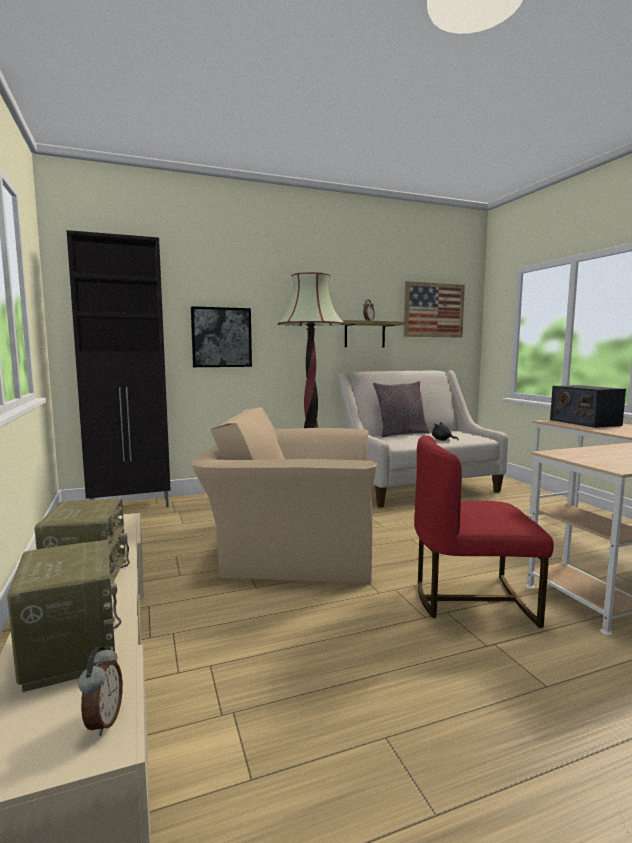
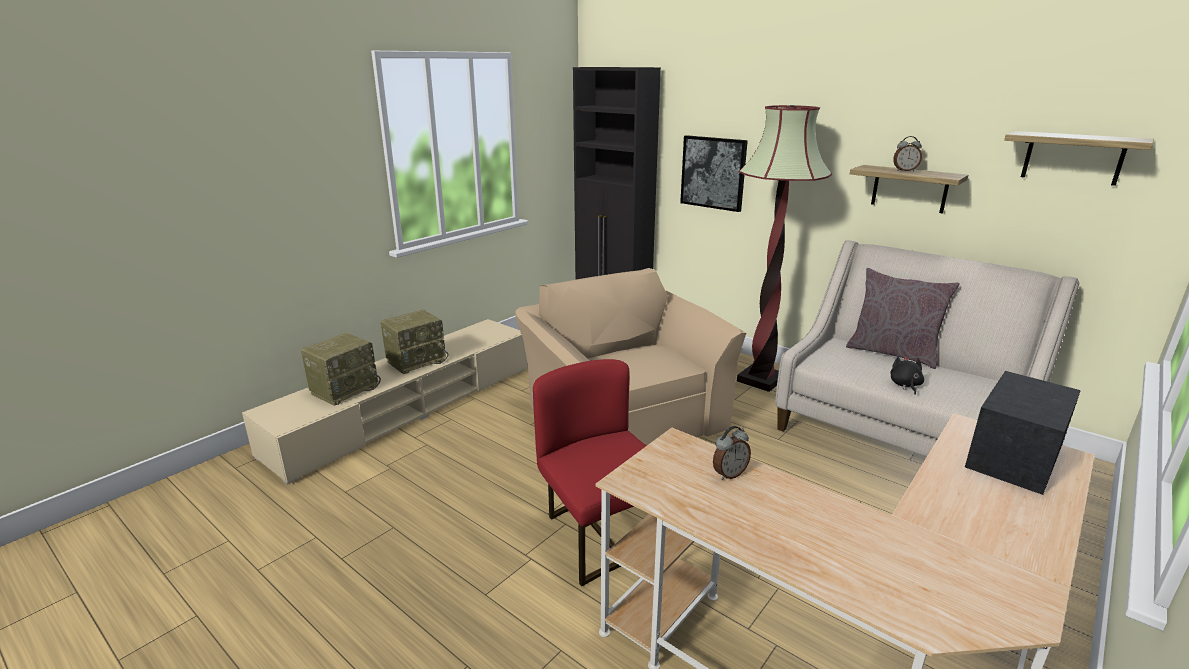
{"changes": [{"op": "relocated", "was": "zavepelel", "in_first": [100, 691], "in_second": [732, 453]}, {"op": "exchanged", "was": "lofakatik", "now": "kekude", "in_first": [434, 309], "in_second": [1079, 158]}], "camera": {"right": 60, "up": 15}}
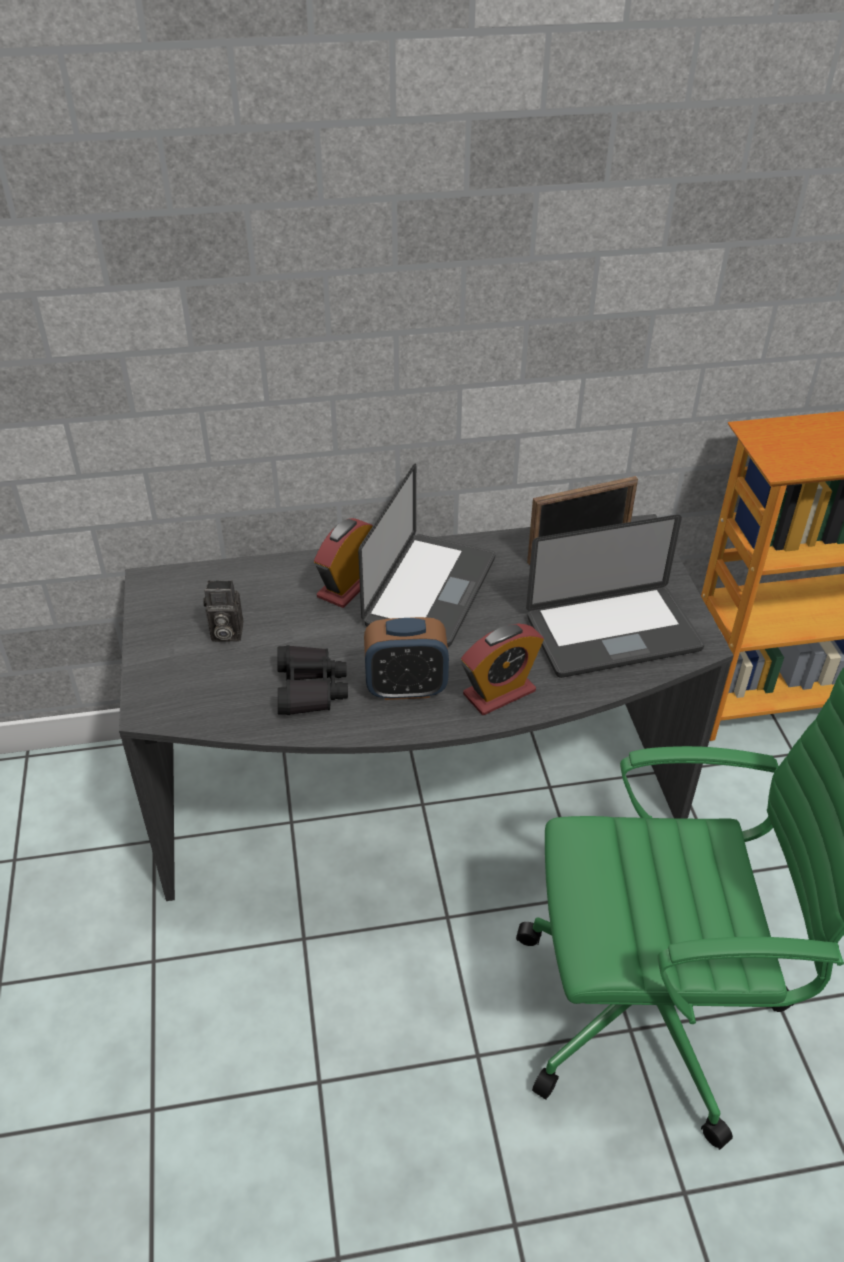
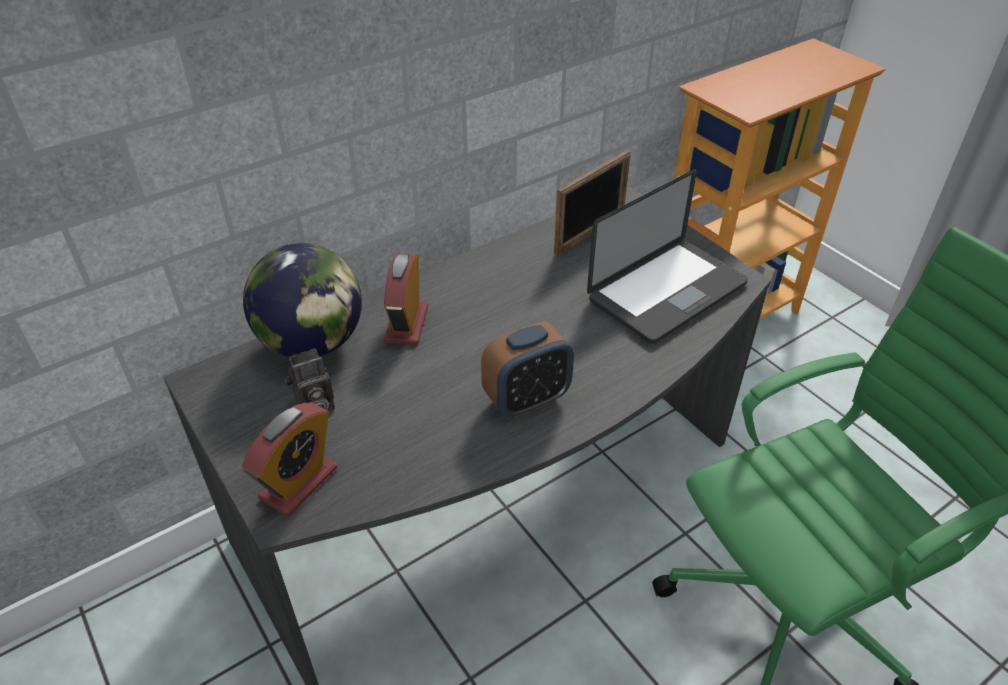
{"changes": [{"op": "missing", "was": "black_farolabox", "in_first": [312, 680]}, {"op": "missing", "was": "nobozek", "in_first": [426, 555]}, {"op": "appeared", "now": "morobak", "in_second": [302, 300]}, {"op": "relocated", "was": "zavepelel", "in_first": [502, 669], "in_second": [289, 459]}], "camera": {"right": -25, "up": 0}}
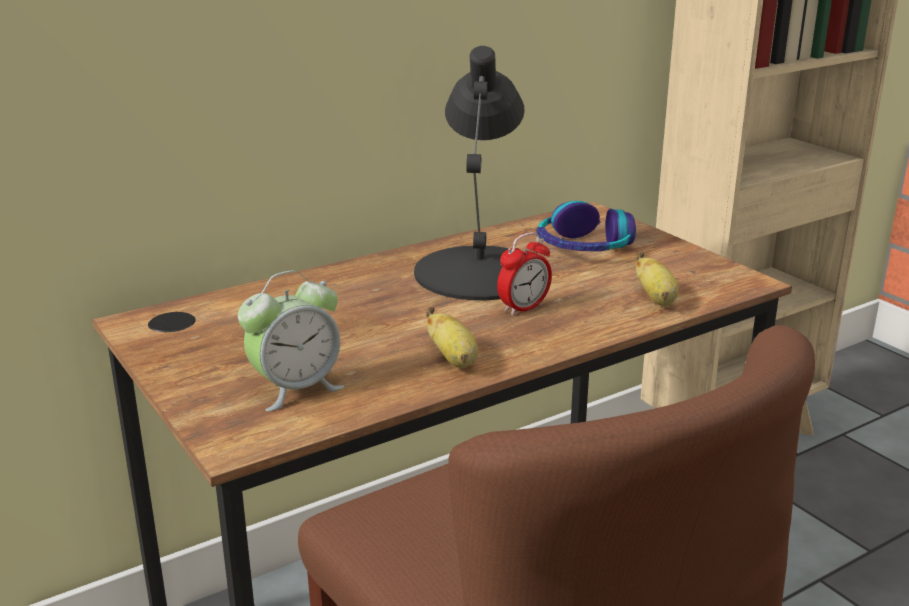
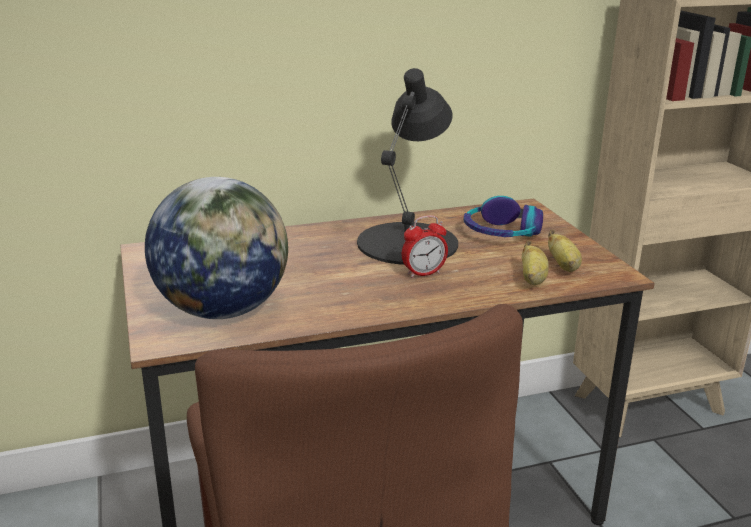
{"changes": [{"op": "relocated", "was": "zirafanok", "in_first": [452, 337], "in_second": [565, 251]}, {"op": "exchanged", "was": "zavepelel", "now": "morobak", "in_first": [291, 340], "in_second": [216, 248]}], "camera": {"right": 15, "up": 0}}
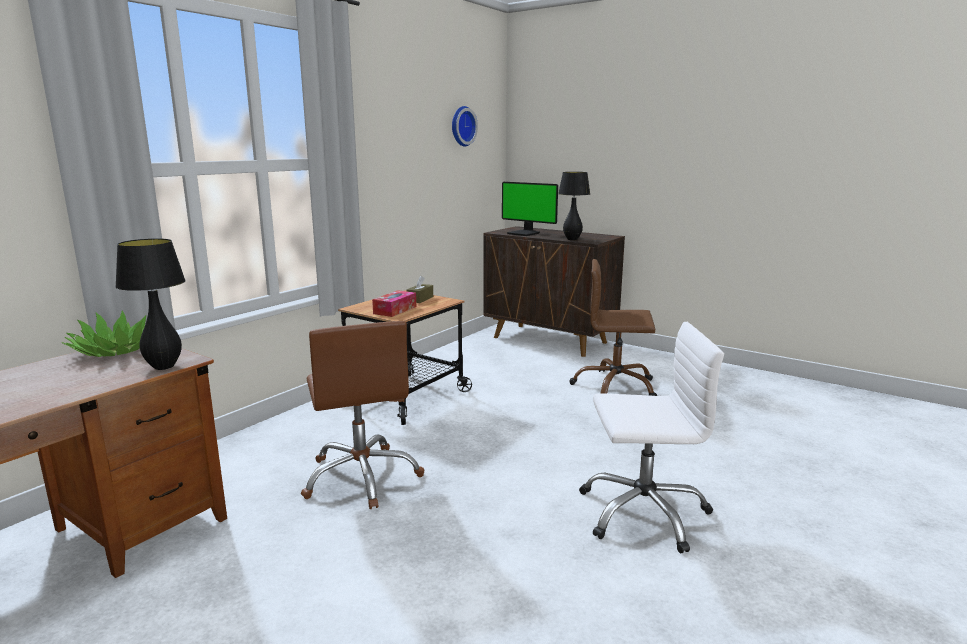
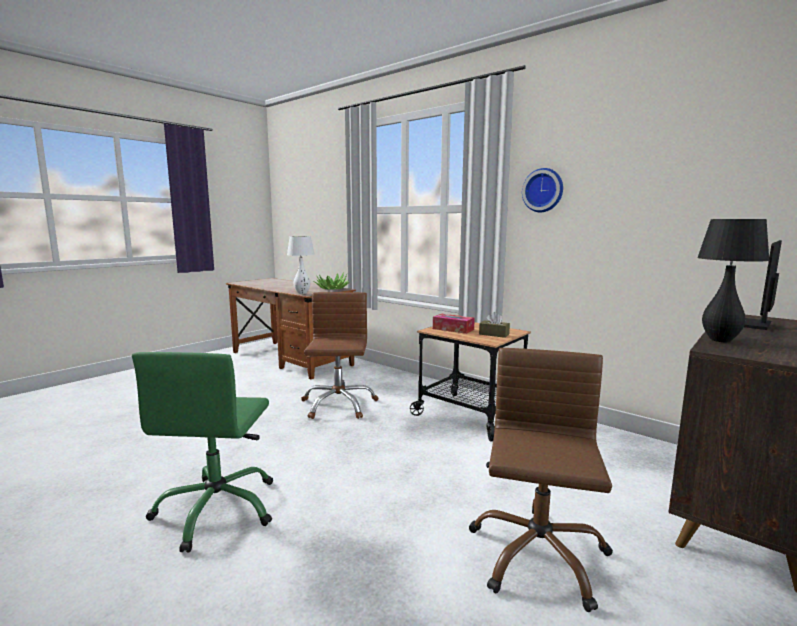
{"changes": [{"op": "relocated", "was": "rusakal", "in_first": [465, 126], "in_second": [542, 190]}, {"op": "colour", "was": "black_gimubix", "now": "white_gimubix", "in_first": [150, 304], "in_second": [301, 265]}, {"op": "colour", "was": "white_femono", "now": "green_femono", "in_first": [651, 437], "in_second": [202, 452]}, {"op": "spun", "was": "brown_femono", "in_first": [362, 415], "in_second": [339, 355], "clockwise": 105}], "camera": {"right": 95, "up": -5}}
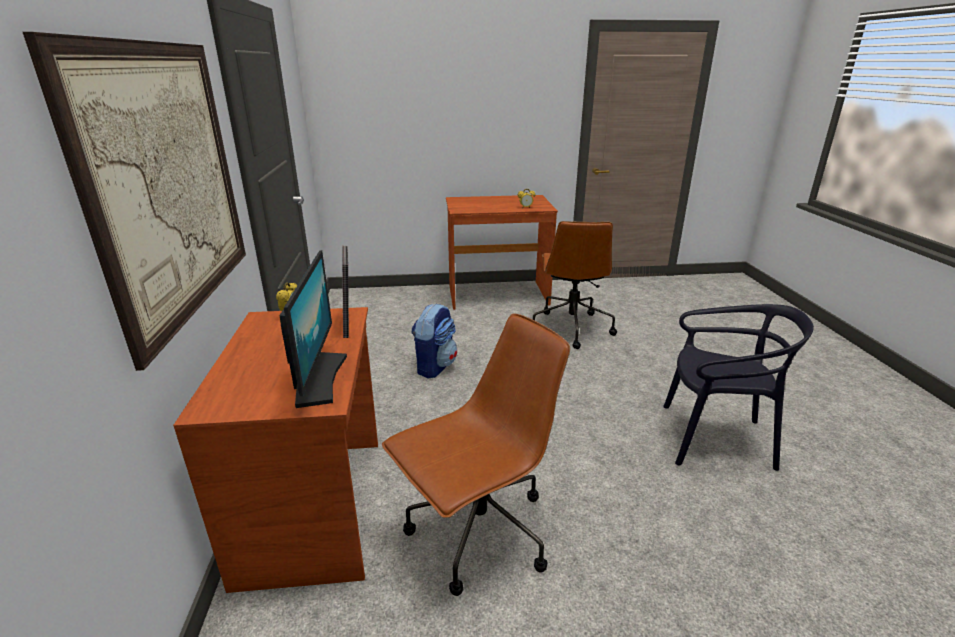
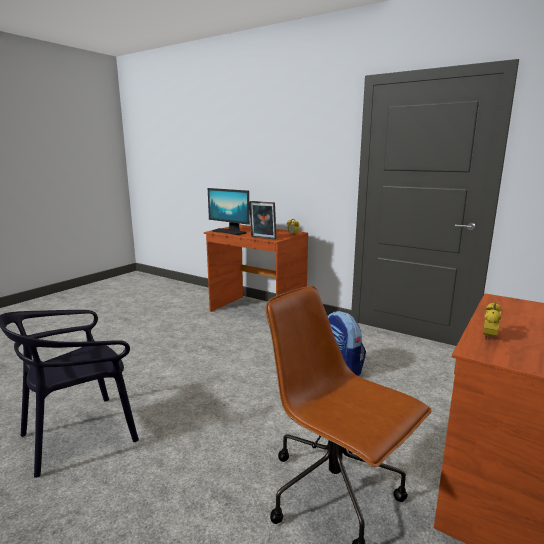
{"changes": [{"op": "missing", "was": "lofakatik", "in_first": [134, 201]}, {"op": "missing", "was": "brown_femono", "in_first": [476, 454]}], "camera": {"right": 130, "up": -10}}
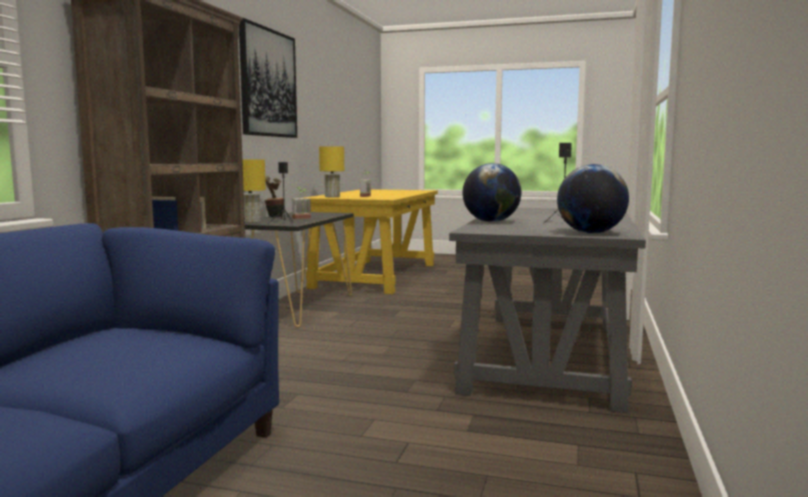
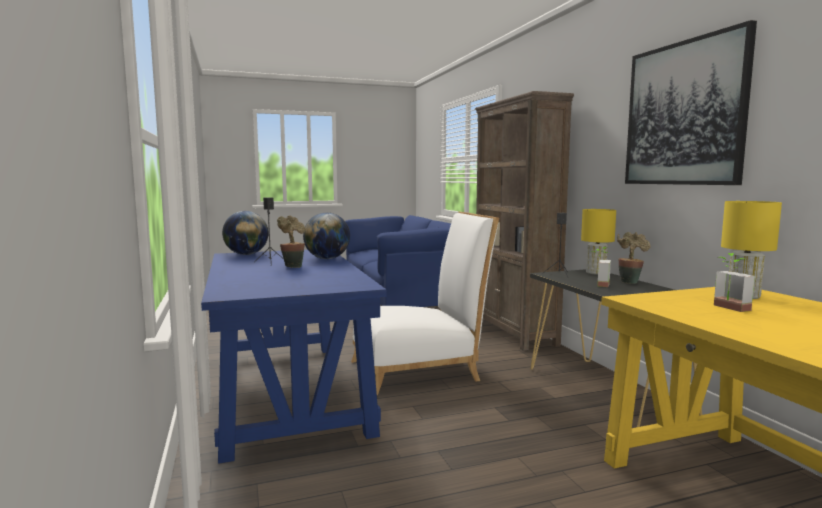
{"changes": [{"op": "appeared", "now": "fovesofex", "in_second": [291, 241]}, {"op": "appeared", "now": "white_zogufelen", "in_second": [425, 303]}, {"op": "colour", "was": "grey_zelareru", "now": "blue_zelareru", "in_first": [547, 310], "in_second": [294, 357]}], "camera": {"right": 145, "up": 0}}
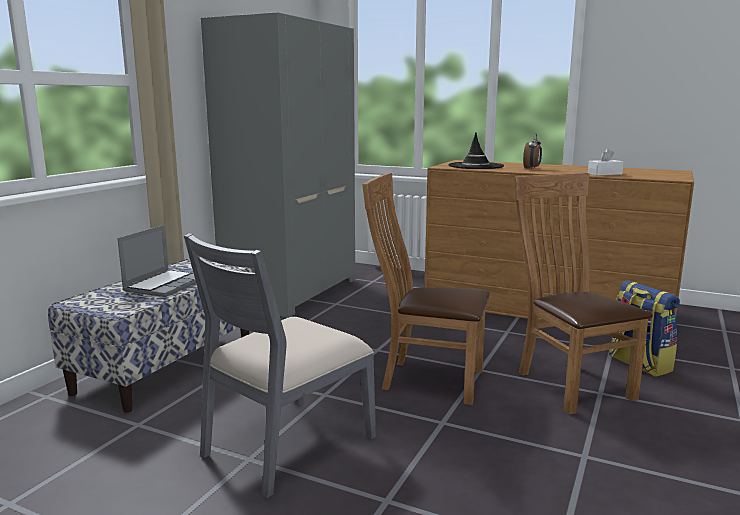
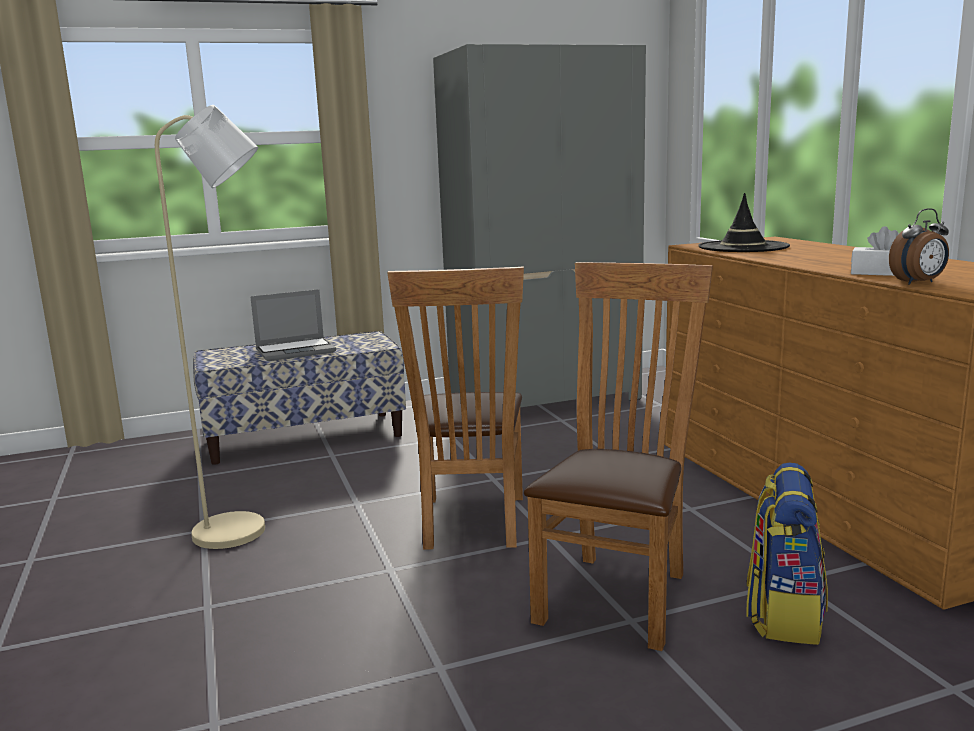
{"changes": [{"op": "relocated", "was": "zavepelel", "in_first": [532, 151], "in_second": [919, 246]}, {"op": "exchanged", "was": "grey_zogufelen", "now": "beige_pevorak", "in_first": [280, 365], "in_second": [210, 327]}, {"op": "spun", "was": "brown_zogufelen", "in_first": [426, 289], "in_second": [455, 408], "clockwise": -150}], "camera": {"right": 45, "up": 0}}
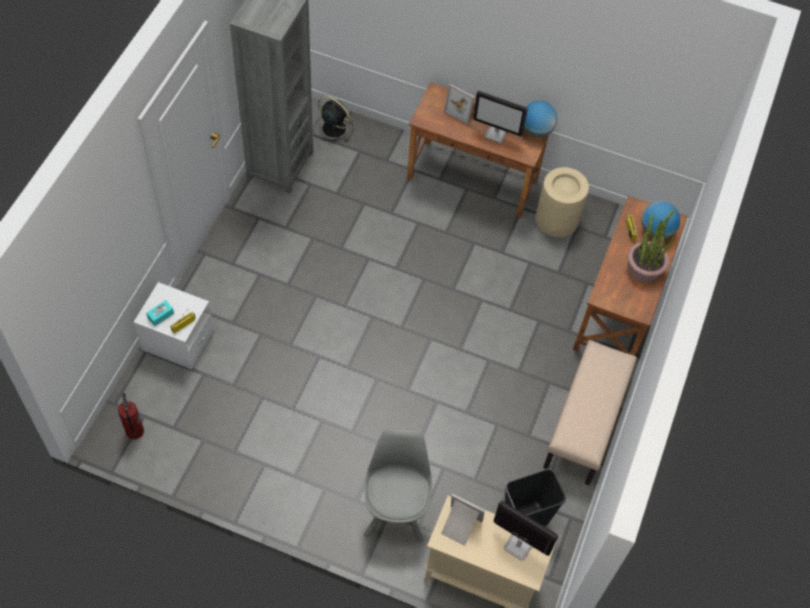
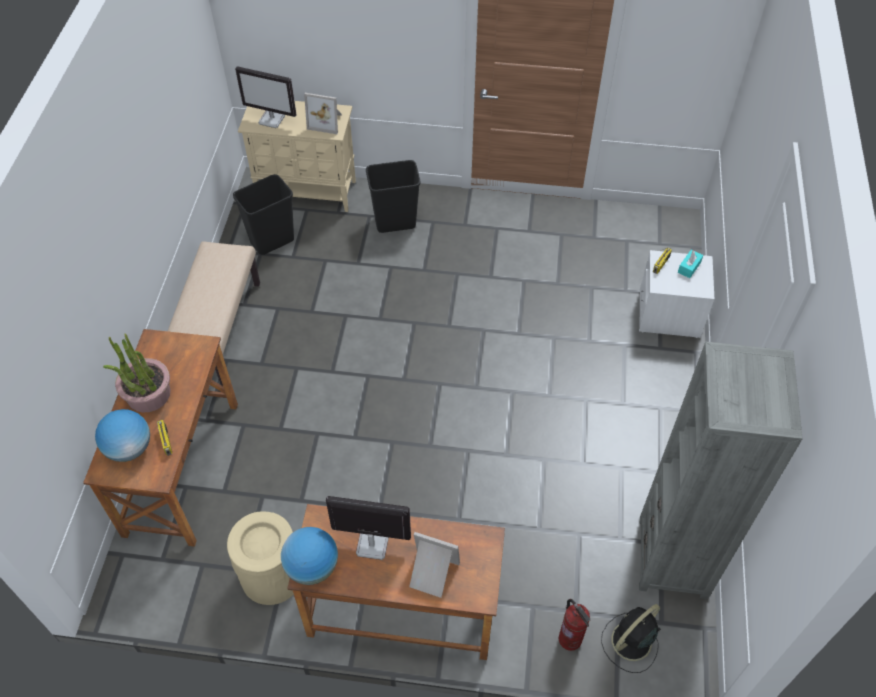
{"changes": [{"op": "relocated", "was": "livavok", "in_first": [131, 416], "in_second": [574, 625]}, {"op": "exchanged", "was": "grey_zogufelen", "now": "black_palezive", "in_first": [397, 485], "in_second": [393, 196]}, {"op": "spun", "was": "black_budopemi", "in_first": [334, 119], "in_second": [631, 638], "clockwise": 120}], "camera": {"right": 170, "up": -5}}
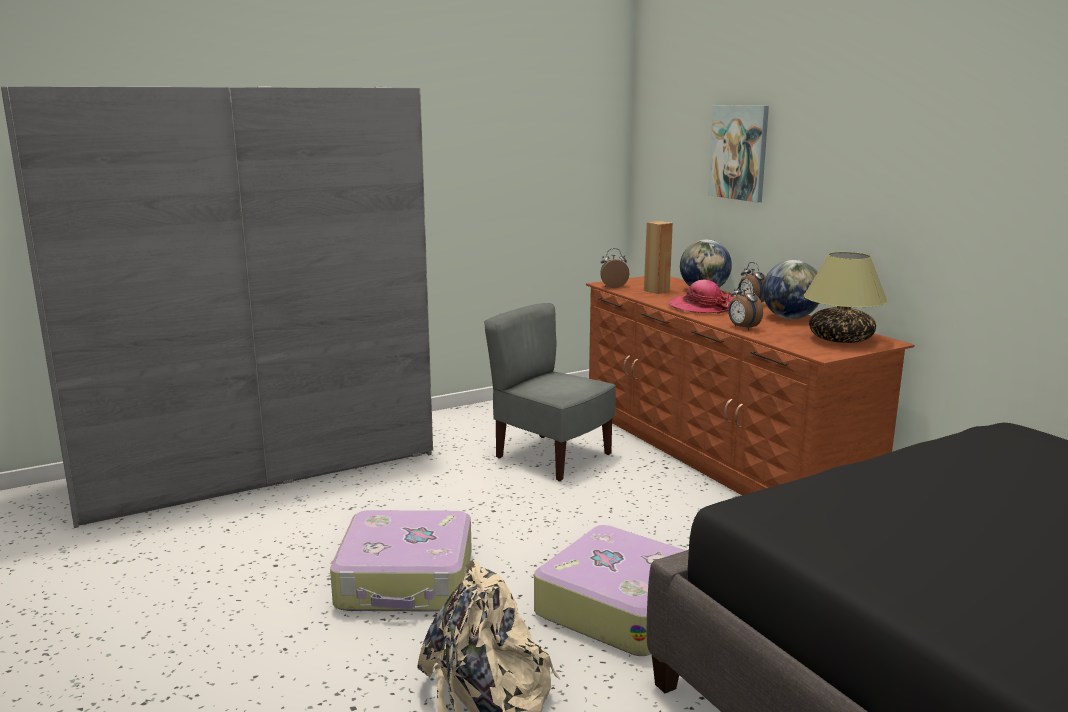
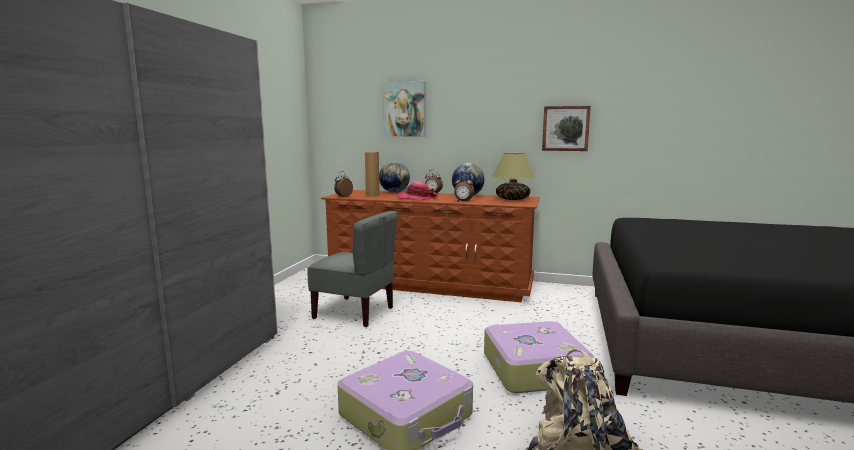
{"changes": [{"op": "appeared", "now": "lofakatik", "in_second": [566, 128]}, {"op": "spun", "was": "grey_zogufelen", "in_first": [550, 392], "in_second": [352, 269], "clockwise": -150}], "camera": {"right": -45, "up": -5}}
